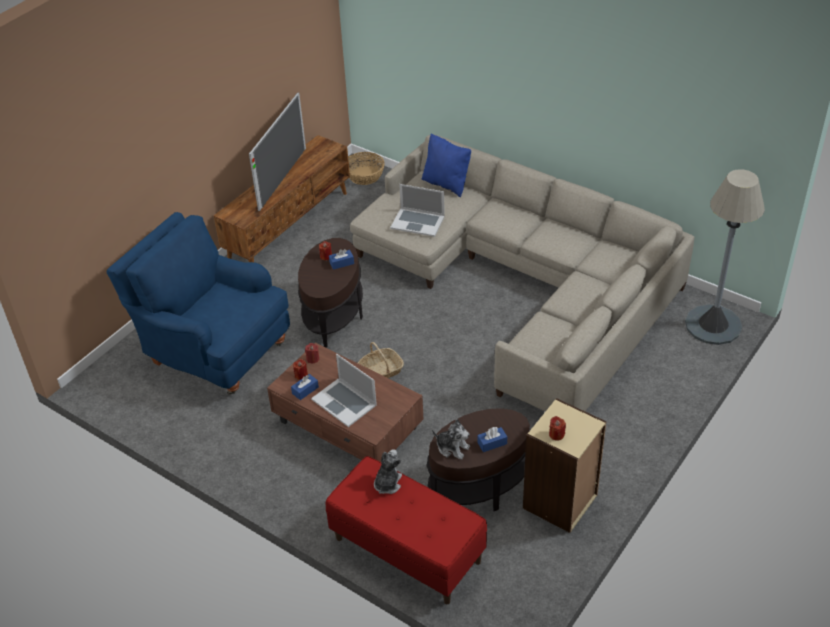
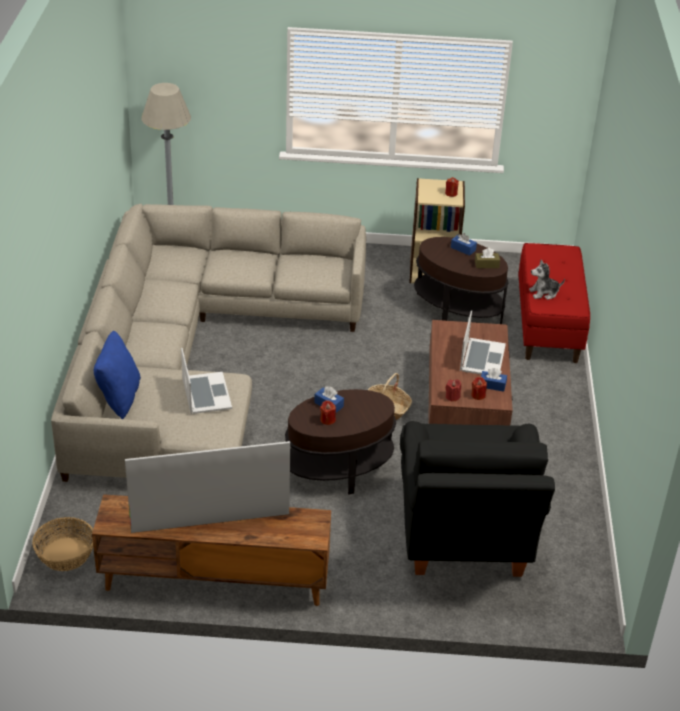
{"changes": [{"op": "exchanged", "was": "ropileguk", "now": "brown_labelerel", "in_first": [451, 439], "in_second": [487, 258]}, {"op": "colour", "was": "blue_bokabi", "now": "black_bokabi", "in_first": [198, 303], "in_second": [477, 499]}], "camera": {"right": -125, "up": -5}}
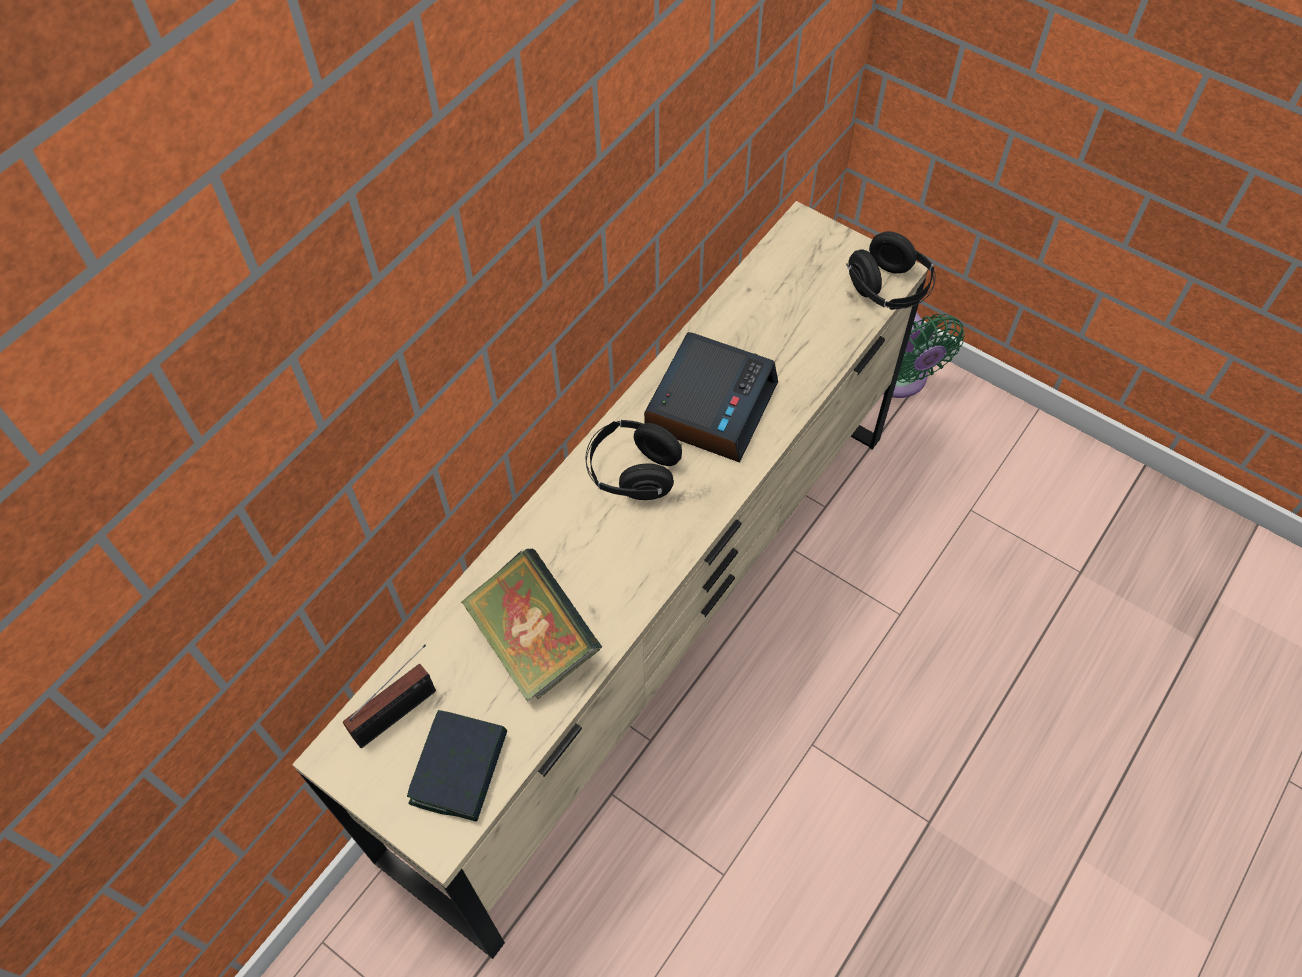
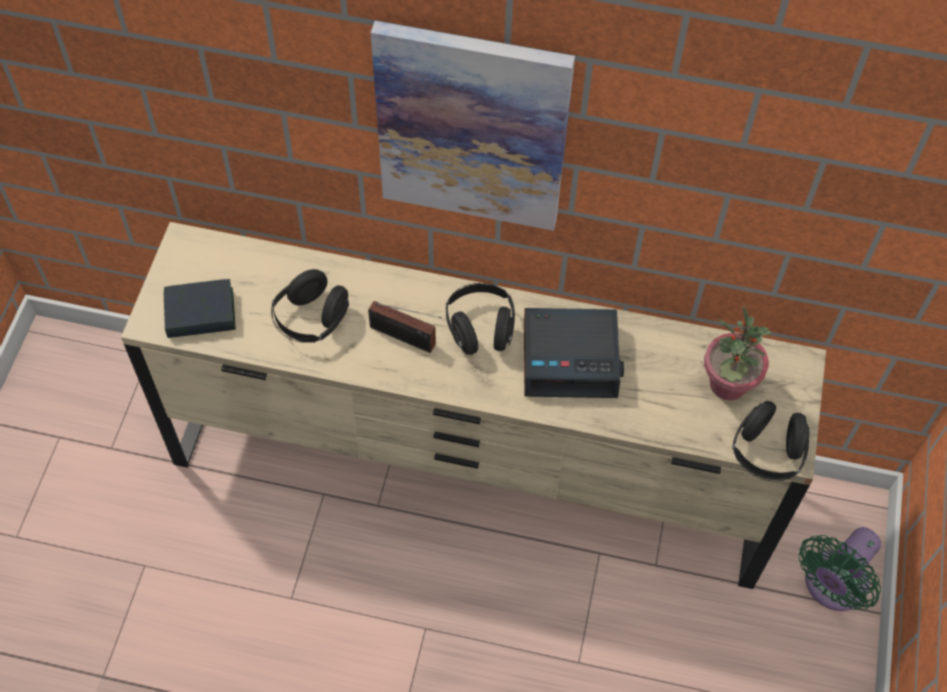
{"changes": [{"op": "appeared", "now": "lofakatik", "in_second": [473, 126]}, {"op": "appeared", "now": "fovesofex", "in_second": [737, 352]}, {"op": "relocated", "was": "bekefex", "in_first": [389, 696], "in_second": [405, 327]}, {"op": "exchanged", "was": "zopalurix", "now": "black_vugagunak", "in_first": [531, 625], "in_second": [310, 306]}], "camera": {"right": 65, "up": 0}}
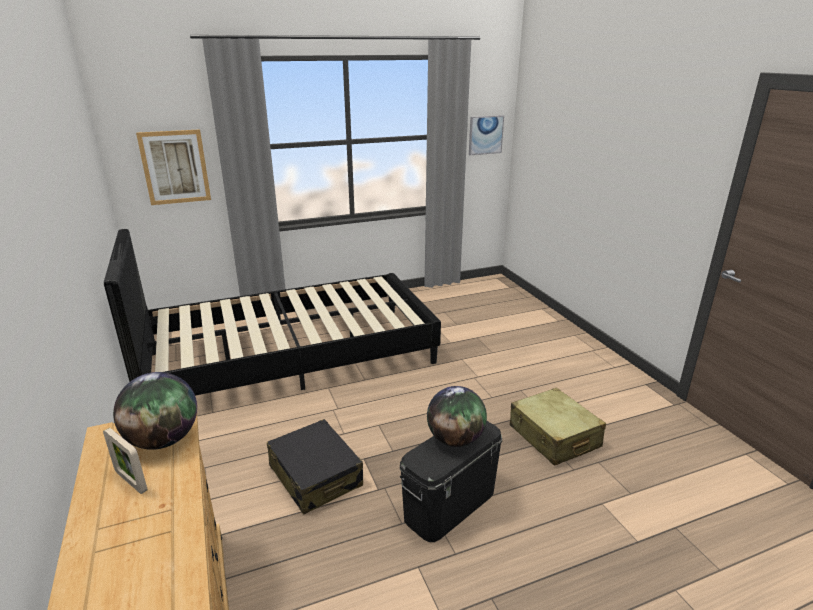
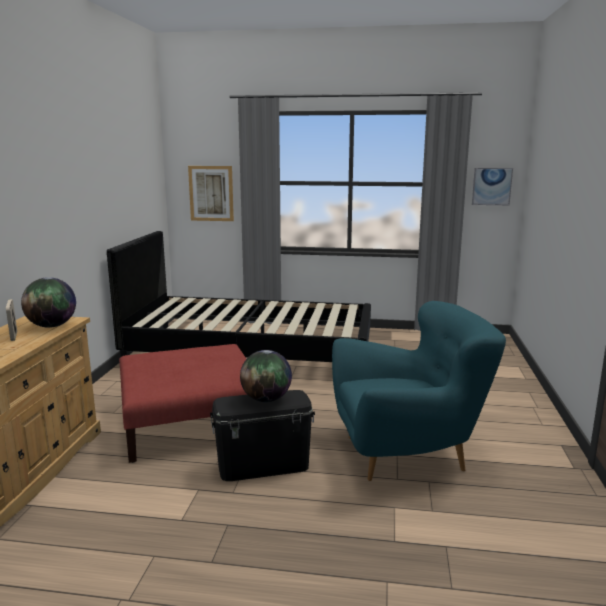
{"changes": [{"op": "exchanged", "was": "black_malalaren", "now": "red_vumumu", "in_first": [315, 467], "in_second": [183, 403]}, {"op": "exchanged", "was": "beige_malalaren", "now": "turquoise_bokabi", "in_first": [558, 427], "in_second": [419, 391]}], "camera": {"right": 30, "up": -10}}
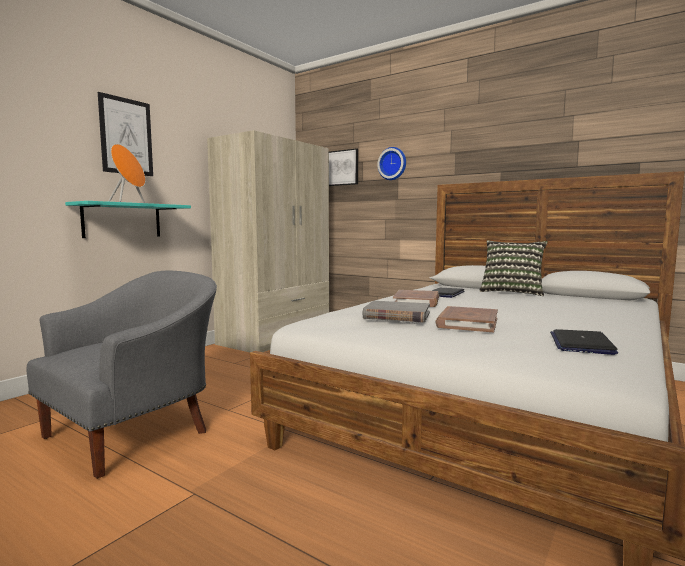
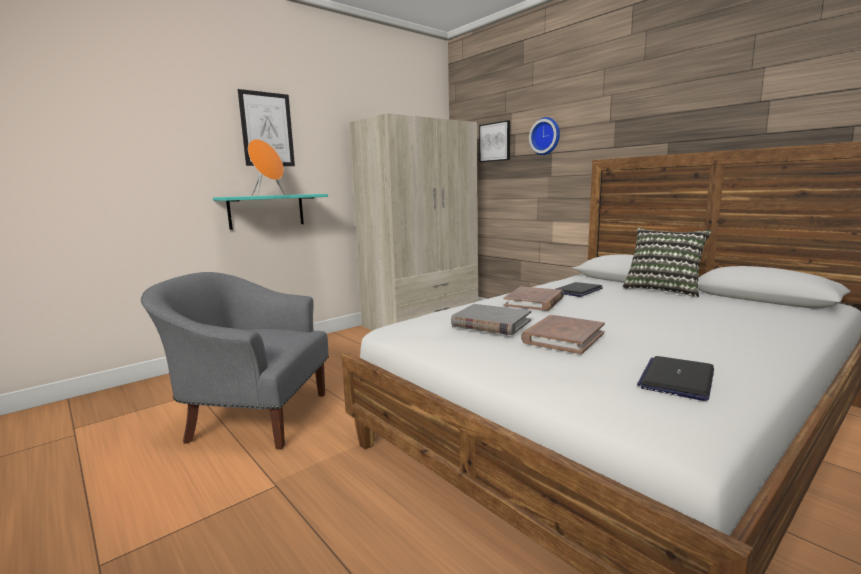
{"changes": [{"op": "spun", "was": "grey_bokabi", "in_first": [121, 375], "in_second": [235, 360], "clockwise": -135}], "camera": {"right": 15, "up": 5}}
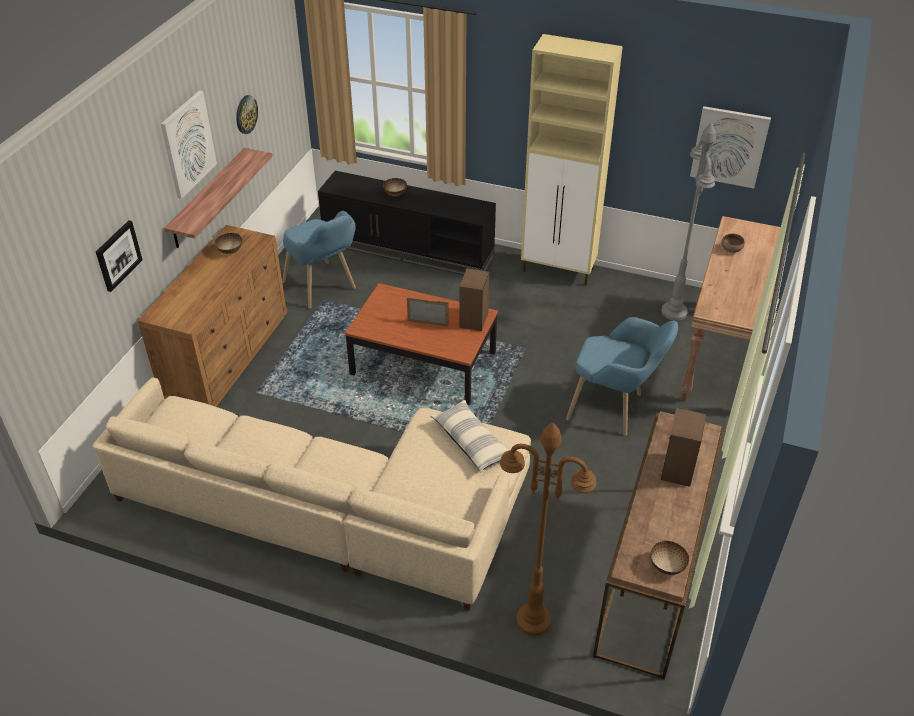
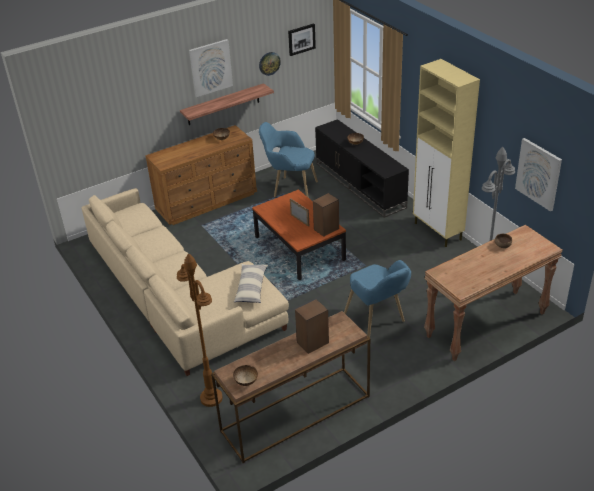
{"changes": [{"op": "relocated", "was": "lofakatik", "in_first": [119, 256], "in_second": [302, 39]}, {"op": "spun", "was": "blue_bokabi", "in_first": [319, 260], "in_second": [288, 160], "clockwise": 105}], "camera": {"right": 40, "up": -5}}
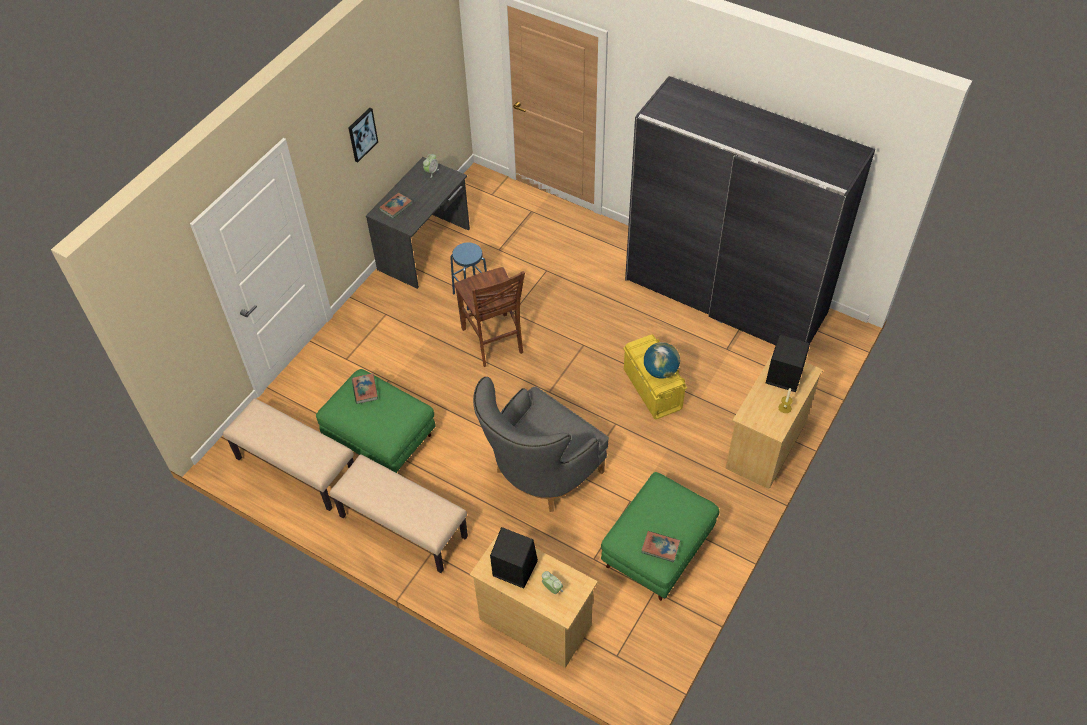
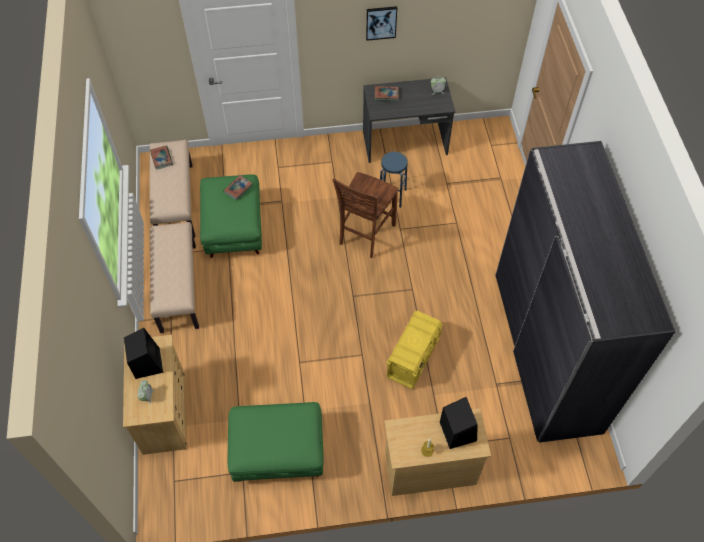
{"changes": [{"op": "missing", "was": "grey_bokabi", "in_first": [541, 444]}, {"op": "missing", "was": "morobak", "in_first": [662, 360]}, {"op": "relocated", "was": "zopalurix", "in_first": [661, 547], "in_second": [161, 158]}], "camera": {"right": 50, "up": 5}}
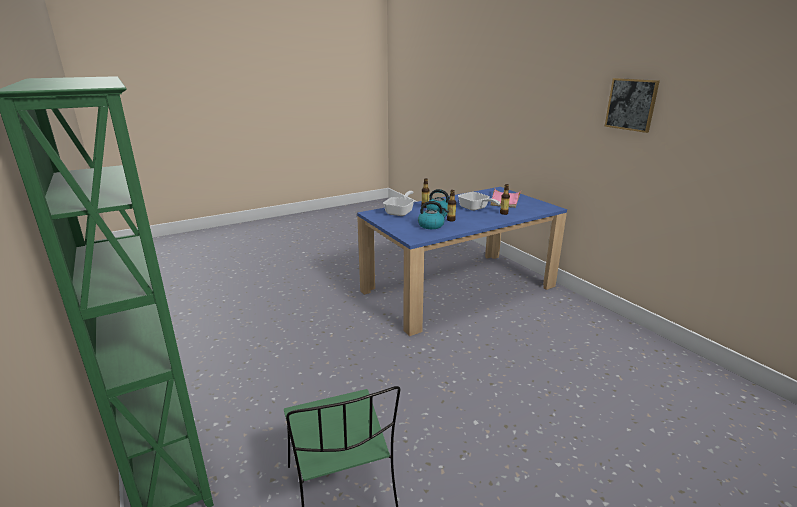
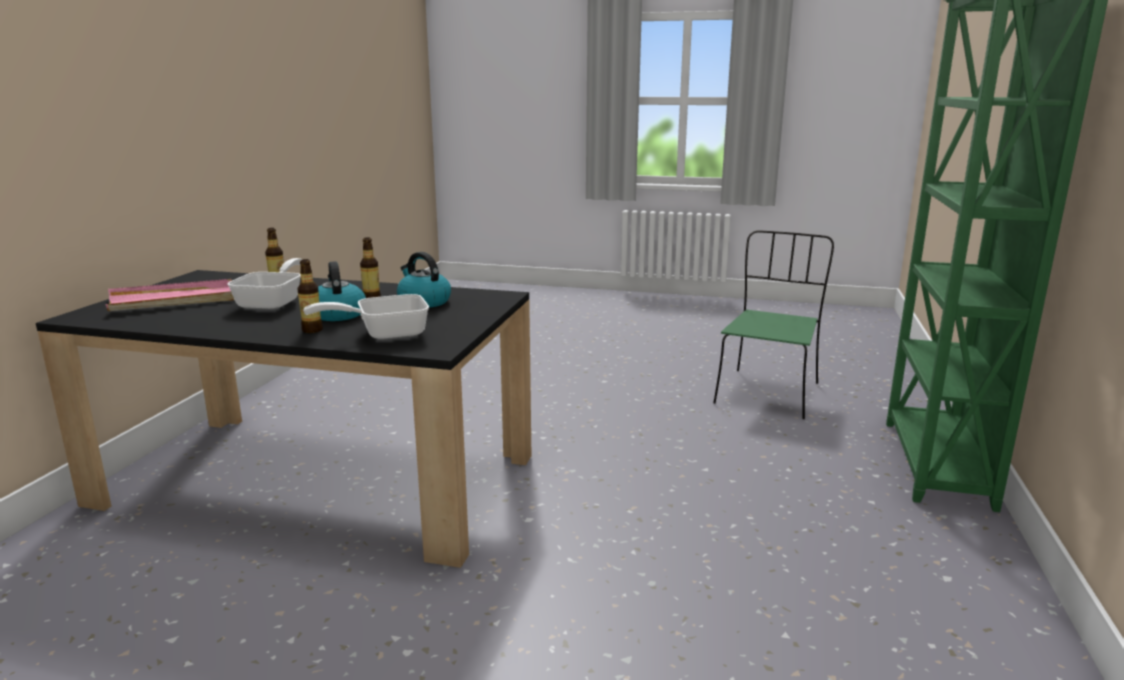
{"changes": [{"op": "missing", "was": "lofakatik", "in_first": [632, 105]}, {"op": "colour", "was": "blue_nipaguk", "now": "black_nipaguk", "in_first": [462, 261], "in_second": [284, 419]}], "camera": {"right": -135, "up": -5}}
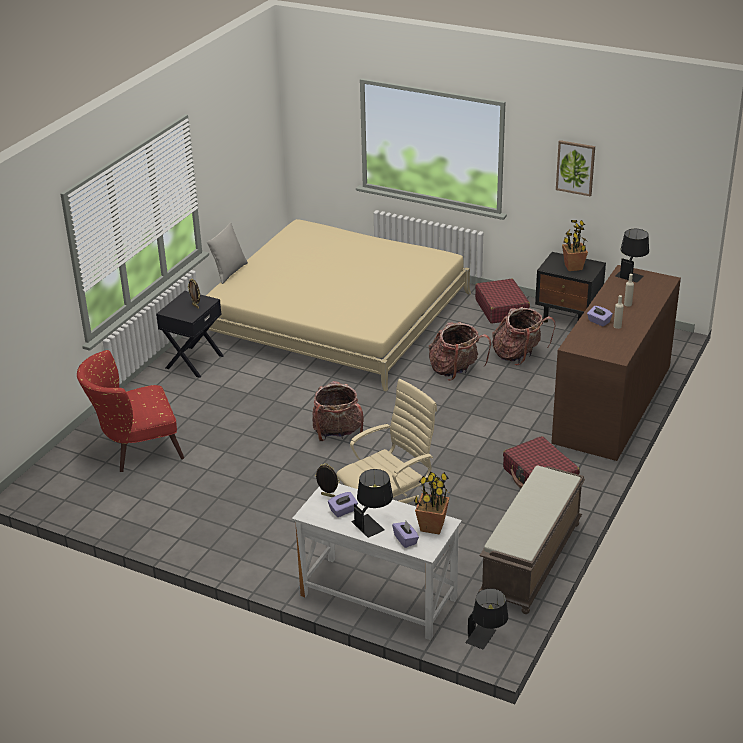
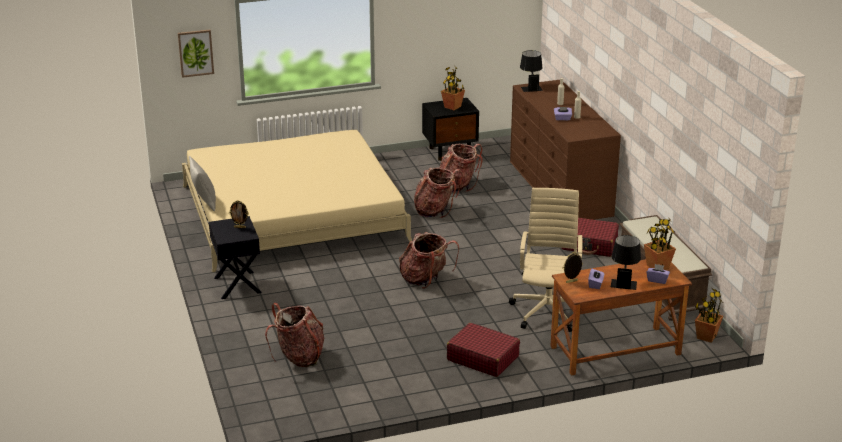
{"changes": [{"op": "relocated", "was": "red_malalaren", "in_first": [502, 301], "in_second": [483, 350]}, {"op": "relocated", "was": "lofakatik", "in_first": [575, 168], "in_second": [196, 54]}, {"op": "exchanged", "was": "red_bokabi", "now": "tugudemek", "in_first": [130, 411], "in_second": [294, 335]}, {"op": "exchanged", "was": "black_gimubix", "now": "fovesofex", "in_first": [486, 618], "in_second": [709, 315]}, {"op": "colour", "was": "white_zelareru", "now": "brown_zelareru", "in_first": [377, 561], "in_second": [621, 317]}], "camera": {"right": -45, "up": -5}}
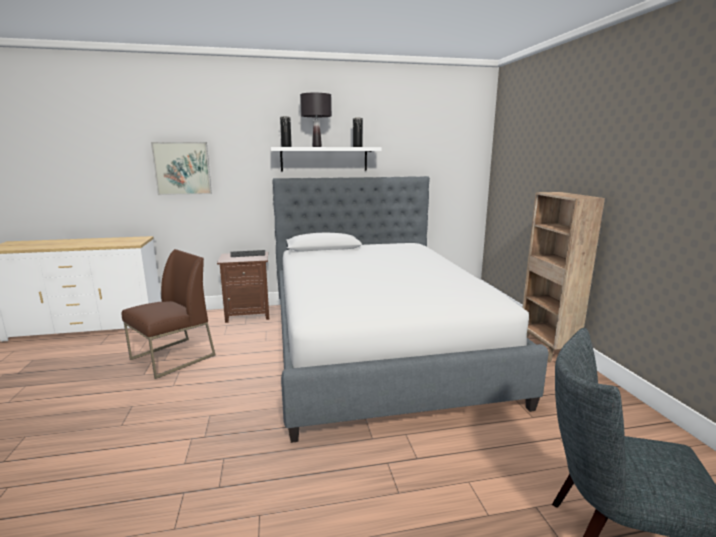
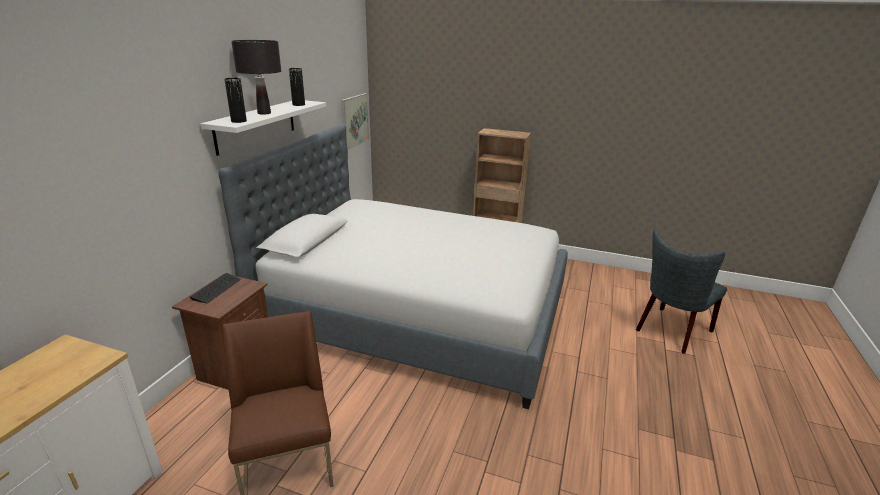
{"changes": [{"op": "relocated", "was": "lofakatik", "in_first": [181, 168], "in_second": [355, 121]}], "camera": {"right": -60, "up": 10}}
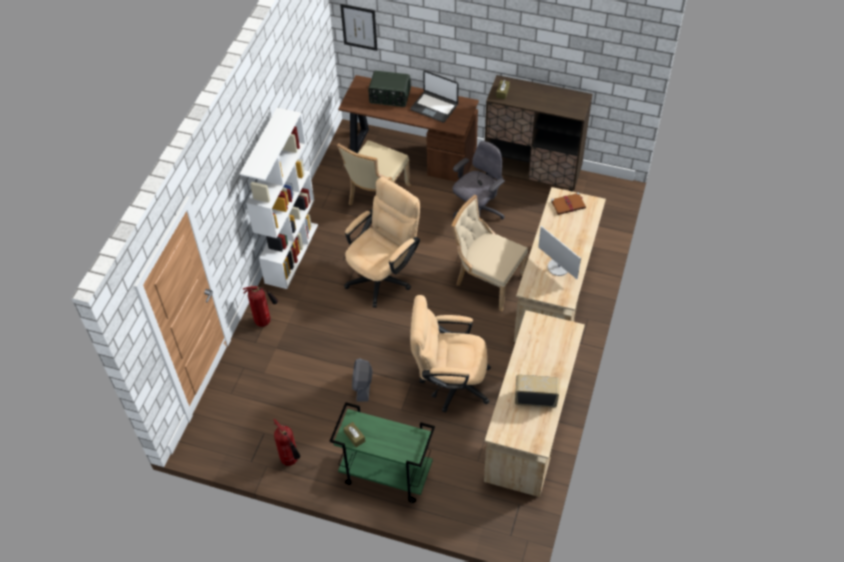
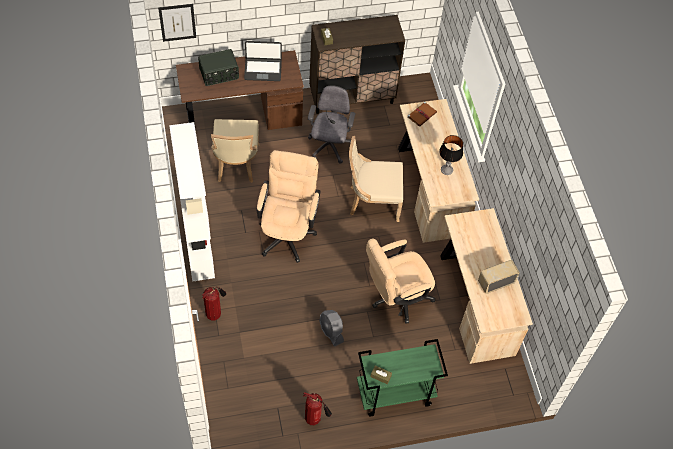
{"changes": [{"op": "exchanged", "was": "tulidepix", "now": "gimubix", "in_first": [559, 252], "in_second": [451, 155]}], "camera": {"right": -35, "up": 5}}
